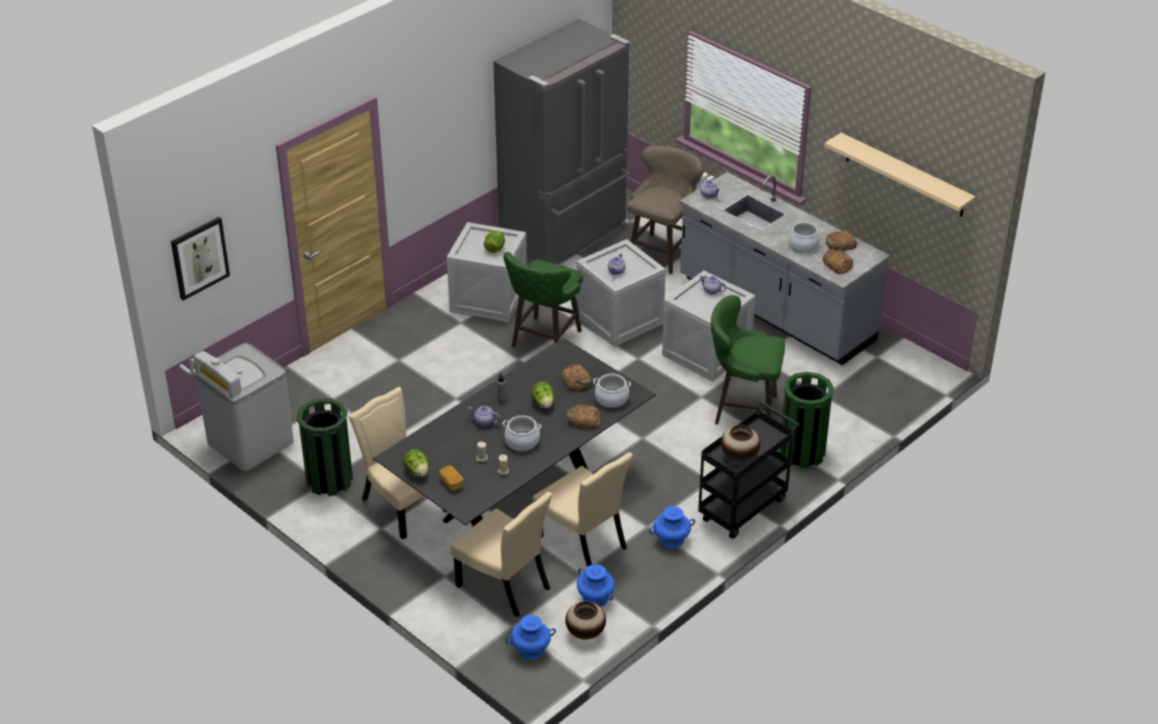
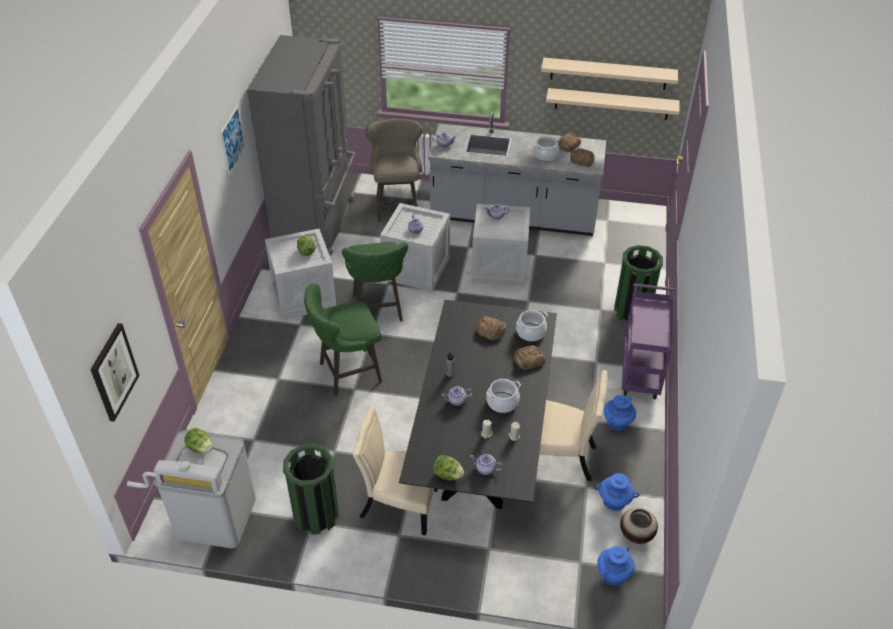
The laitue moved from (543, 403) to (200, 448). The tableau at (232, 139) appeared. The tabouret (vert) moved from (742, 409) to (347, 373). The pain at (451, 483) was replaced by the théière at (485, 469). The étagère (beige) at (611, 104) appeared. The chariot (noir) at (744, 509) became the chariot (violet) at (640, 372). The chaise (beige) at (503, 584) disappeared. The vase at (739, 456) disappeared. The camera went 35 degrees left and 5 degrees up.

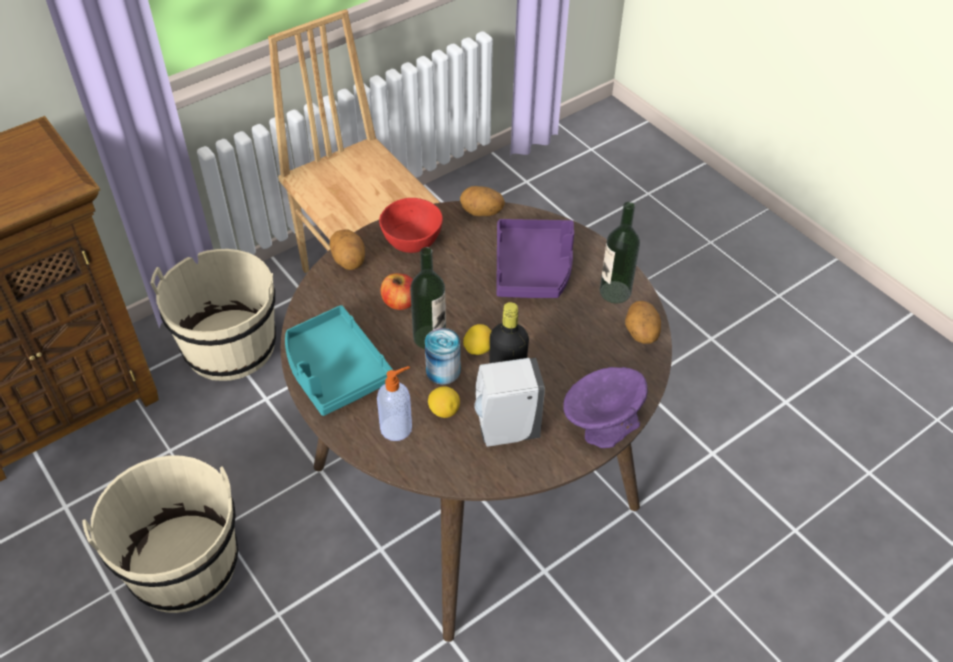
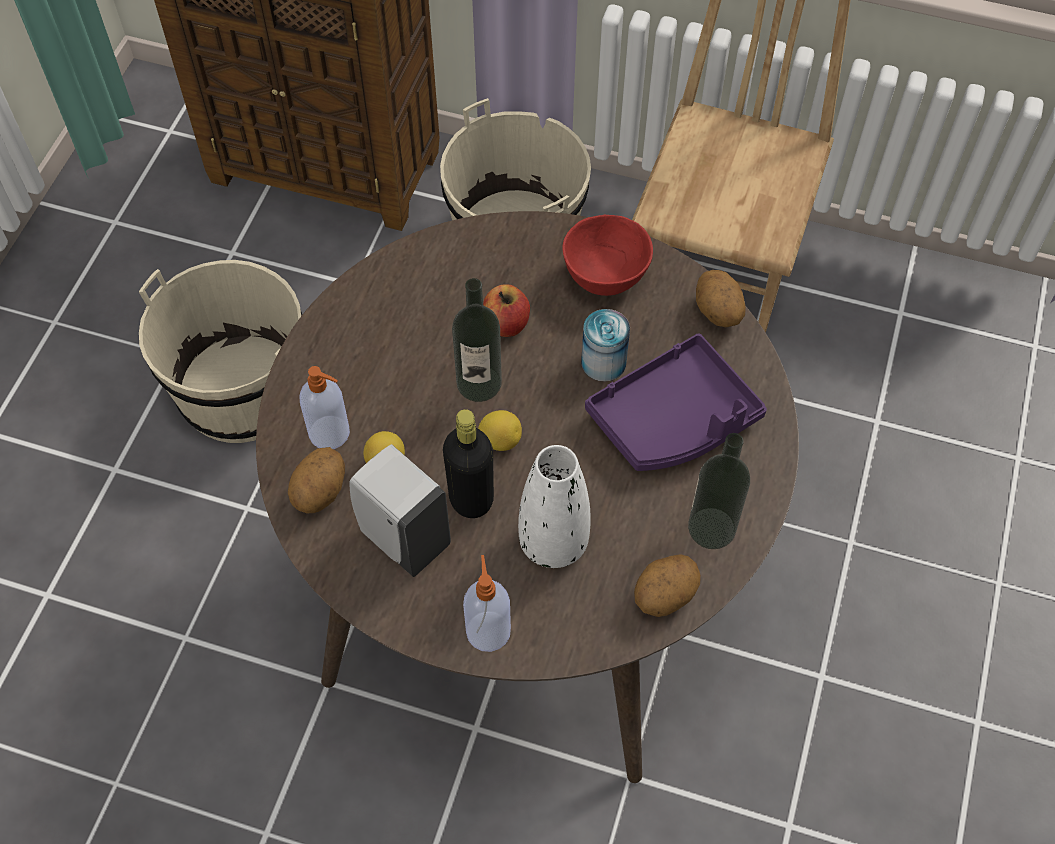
The pomme de terre moved from (349, 261) to (321, 492). The bol (violet) at (601, 423) was replaced by the distributeur de savon at (488, 629). The vase (blanc) at (553, 542) appeared. The boîte métallique moved from (443, 371) to (603, 362). The plateau (turquoise) at (334, 370) disappeared. The camera went 55 degrees right and 10 degrees up.

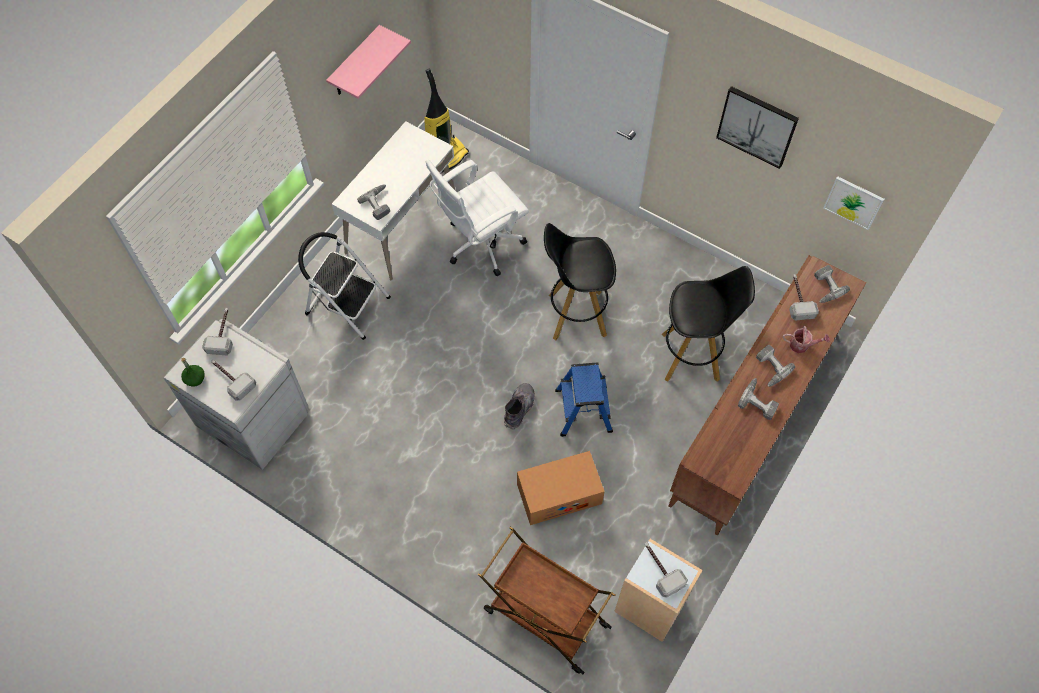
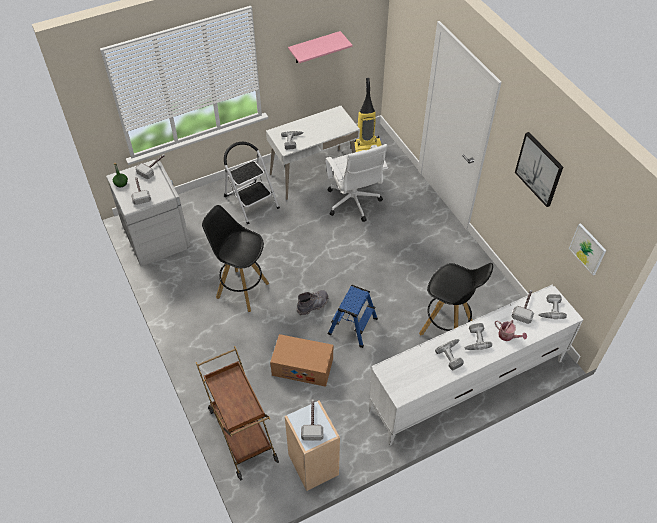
The tabouret (noir) moved from (575, 314) to (242, 289). The chaise de bureau (blanc) at (481, 245) turned 105 degrees counterclockwise. The meuble de rangement (marron) at (755, 417) became the meuble de rangement (blanc) at (466, 386). The camera went 30 degrees right and 10 degrees down.

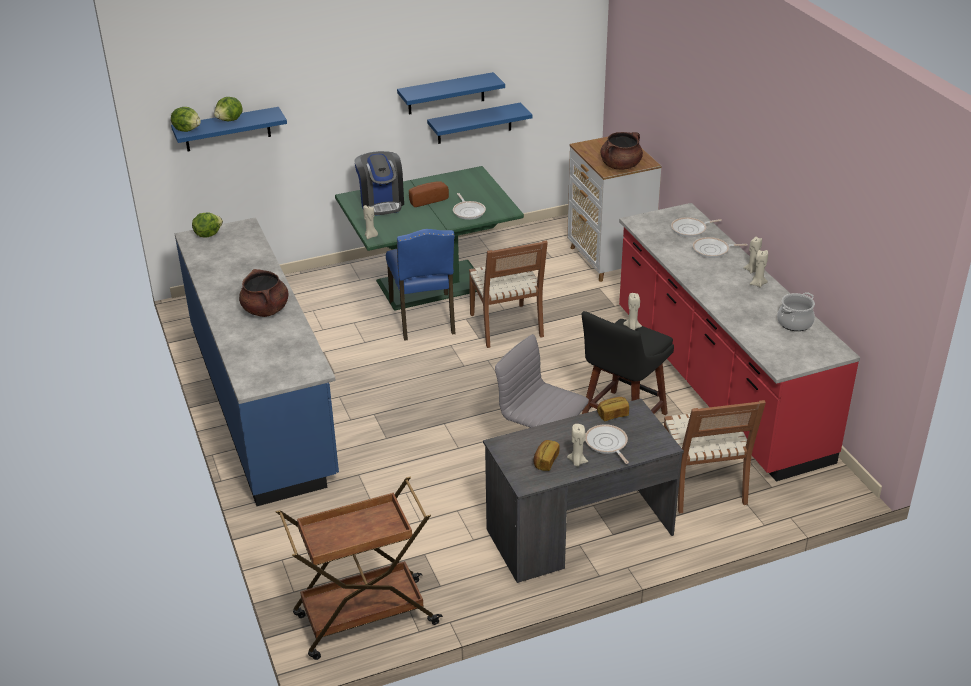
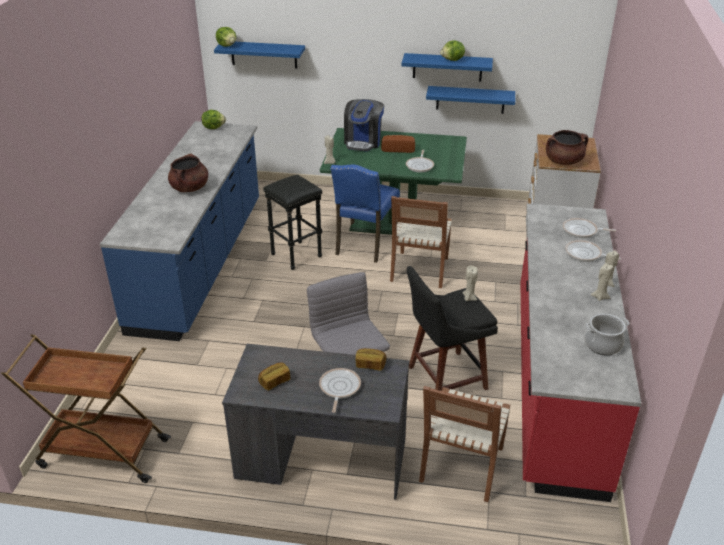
The tabouret (noir) at (296, 254) appeared. The laitue moved from (230, 120) to (452, 60). The bougie (beige) at (577, 462) disappeared. The camera went 30 degrees right and 0 degrees up.

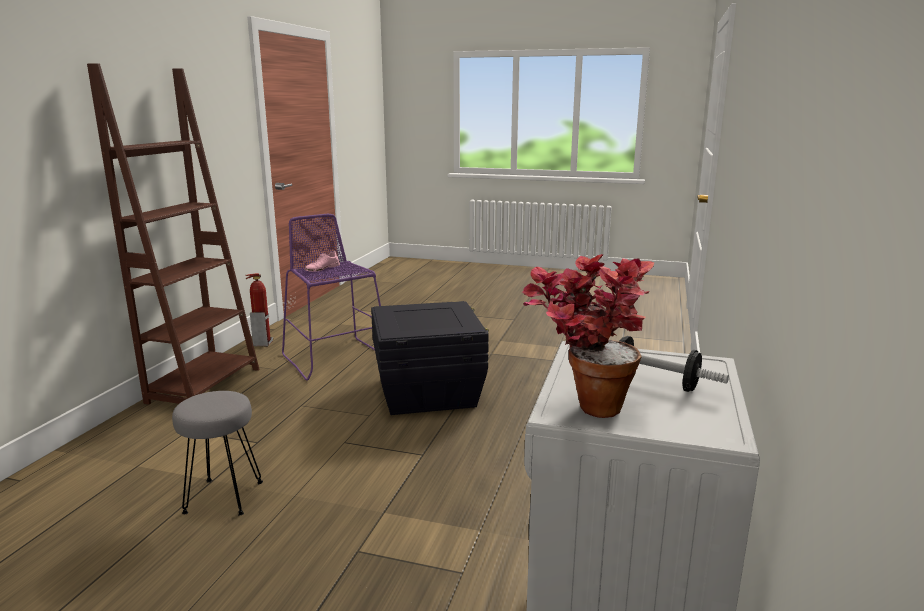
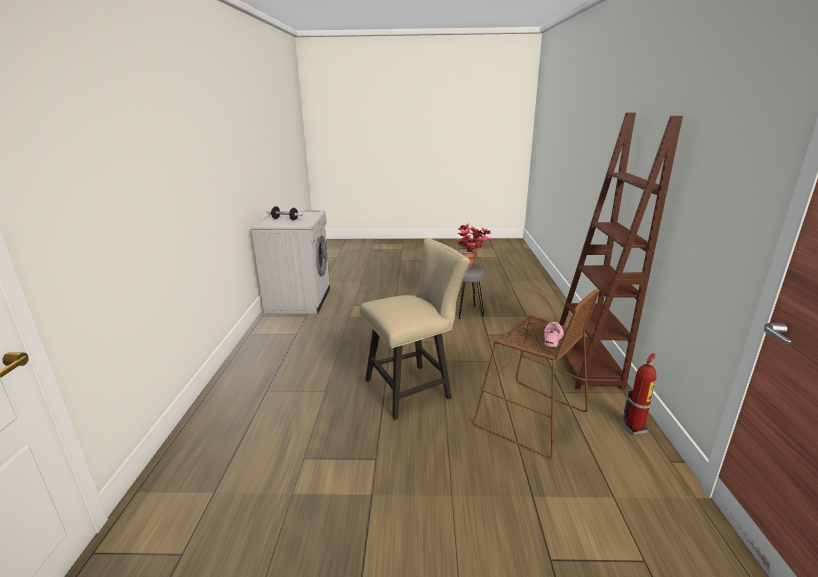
The boîte de rangement (noir) at (428, 392) was replaced by the chaise (beige) at (413, 388). The plante en pot moved from (583, 405) to (471, 268). The tabouret (violet) at (336, 358) became the tabouret (marron) at (529, 417). The camera went 165 degrees right and 5 degrees up.

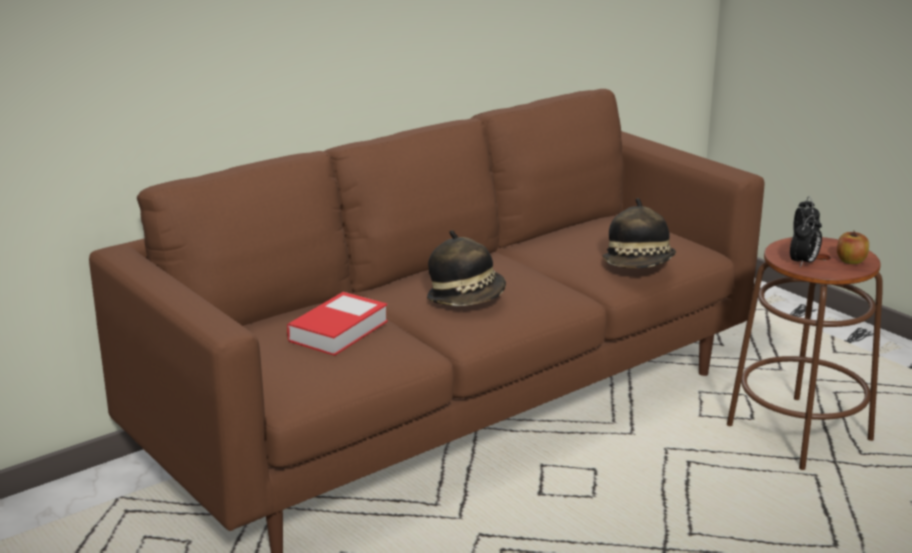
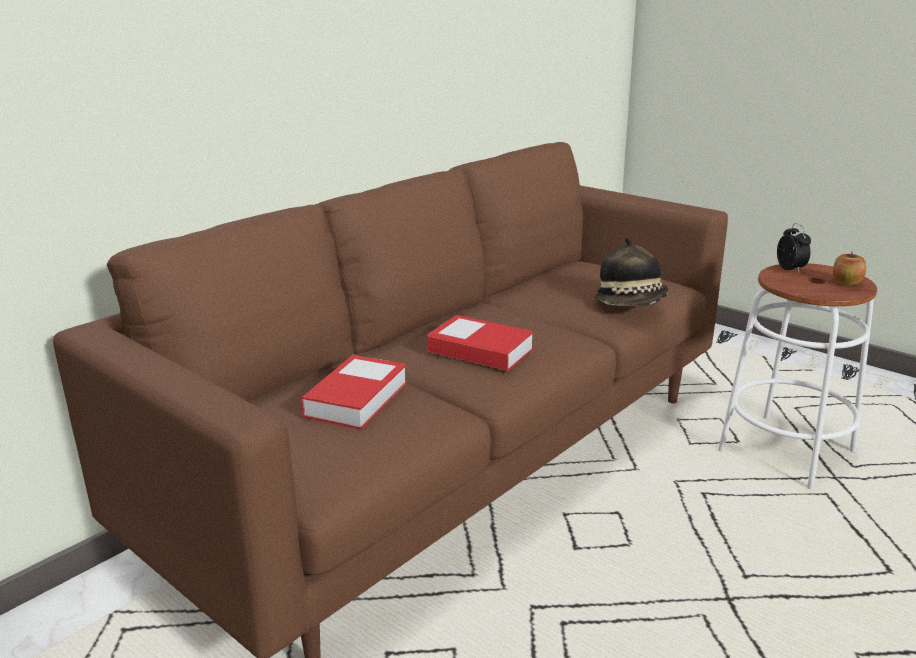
The chapeau at (466, 299) was replaced by the livre at (480, 351). The tabouret (marron) at (799, 433) became the tabouret (blanc) at (786, 451). The réveil at (804, 263) disappeared. The camera went 10 degrees left and 0 degrees up.

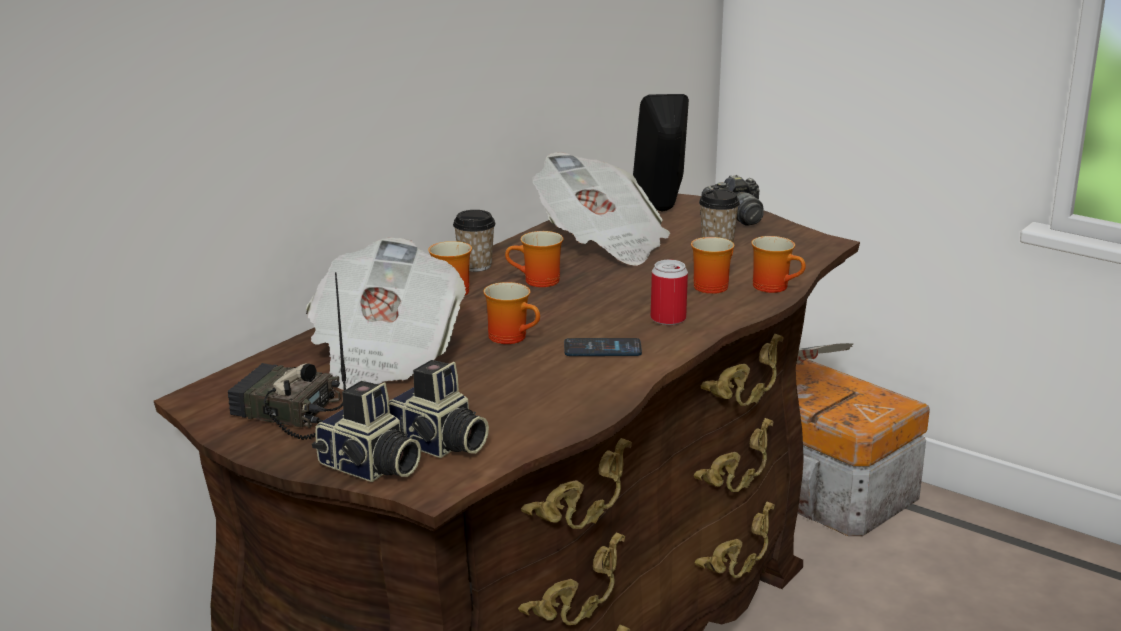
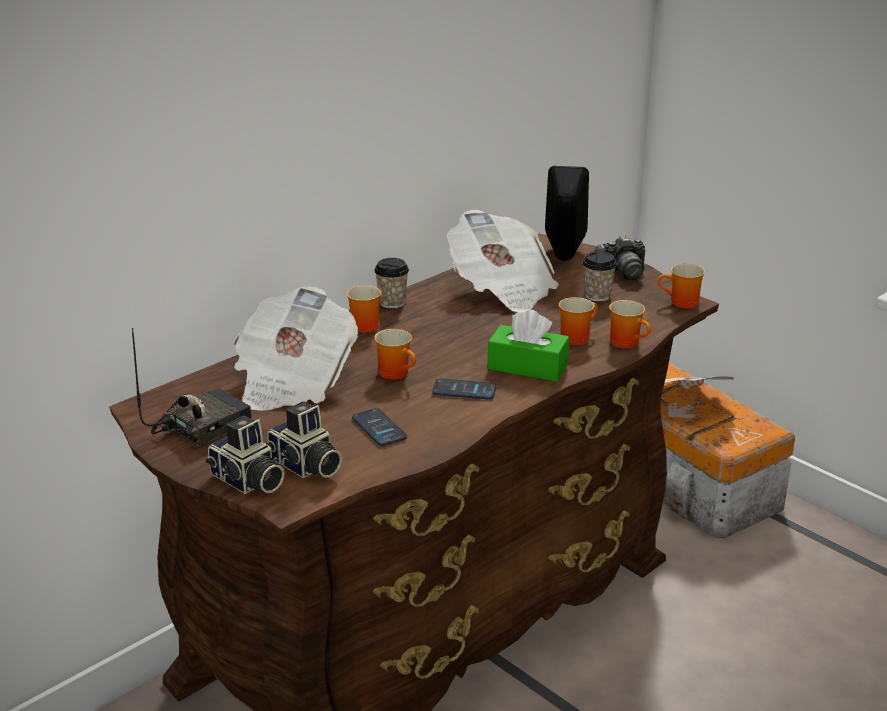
The radio at (285, 413) turned 105 degrees clockwise. The téléphone at (379, 428) appeared. The boîte métallique at (668, 319) was replaced by the boîte à mouchoirs (vert) at (527, 366). The mug moved from (538, 282) to (681, 303). The camera went 10 degrees right and 5 degrees up.

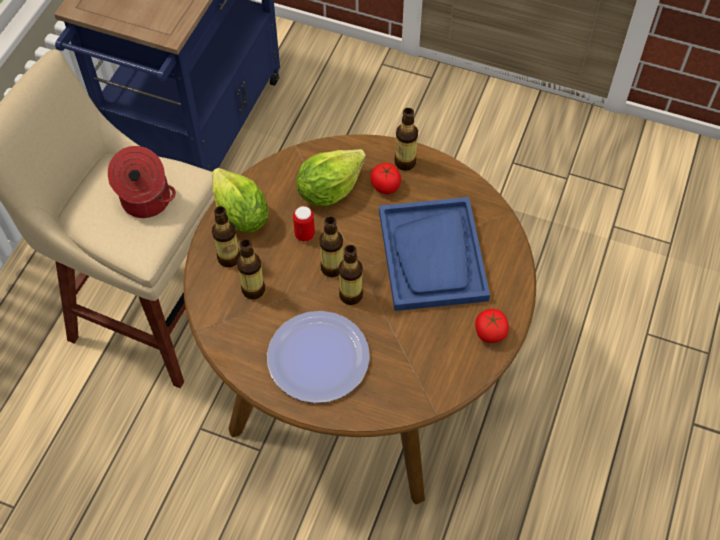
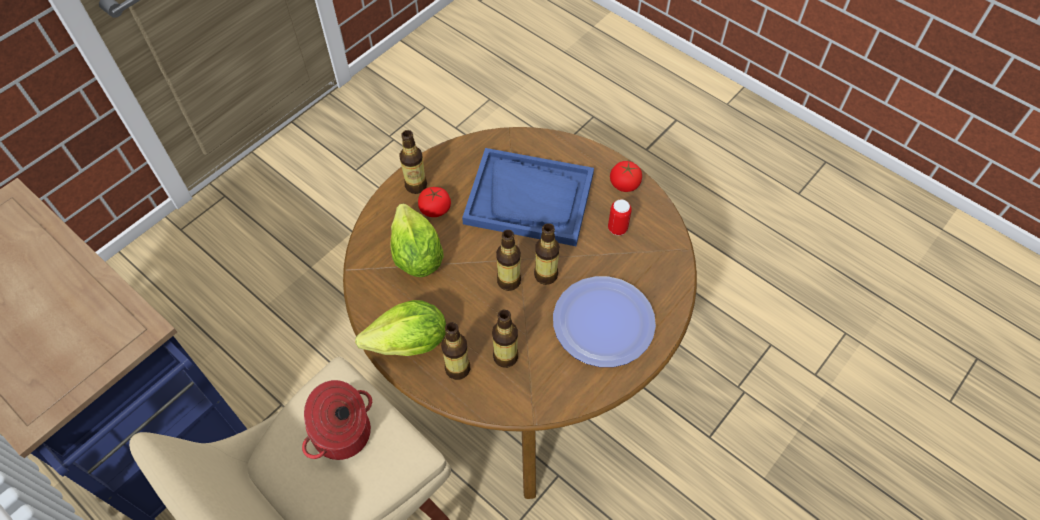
The boîte métallique moved from (304, 235) to (617, 228). The camera went 70 degrees left and 0 degrees up.

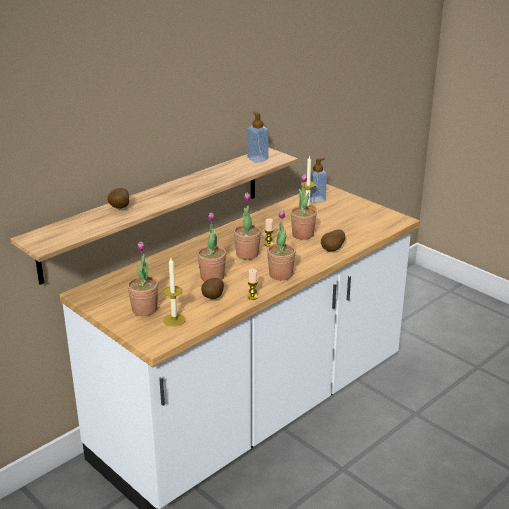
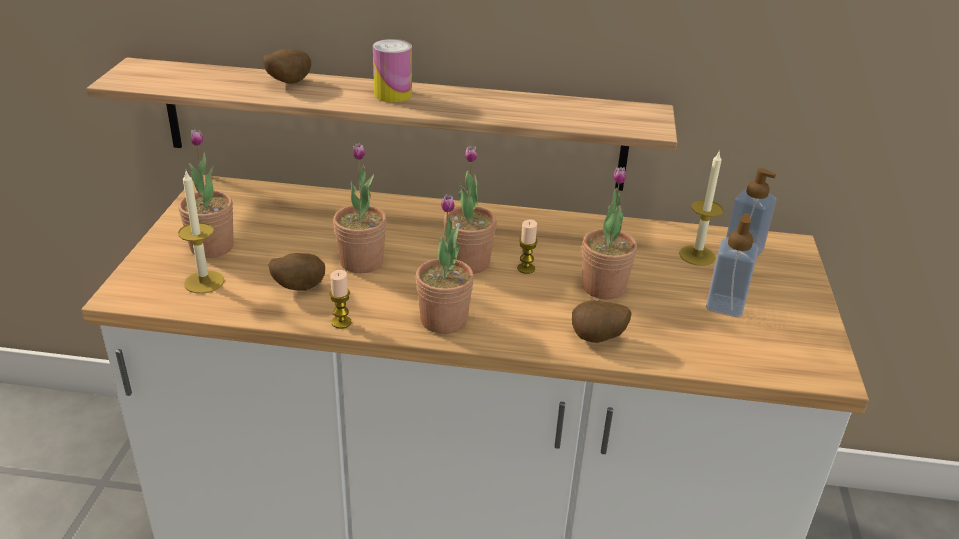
The boîte métallique at (393, 94) appeared. The distributeur de savon moved from (257, 159) to (725, 306). The camera went 50 degrees right and 5 degrees up.

